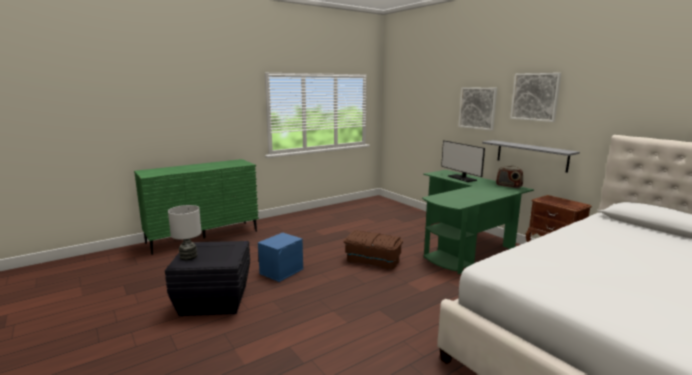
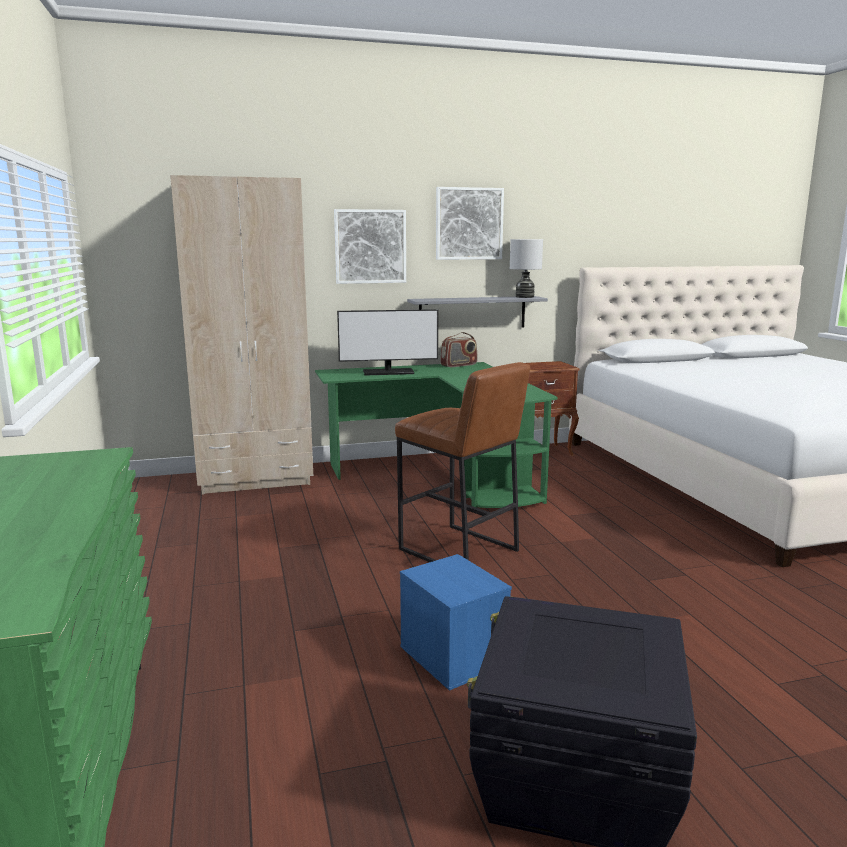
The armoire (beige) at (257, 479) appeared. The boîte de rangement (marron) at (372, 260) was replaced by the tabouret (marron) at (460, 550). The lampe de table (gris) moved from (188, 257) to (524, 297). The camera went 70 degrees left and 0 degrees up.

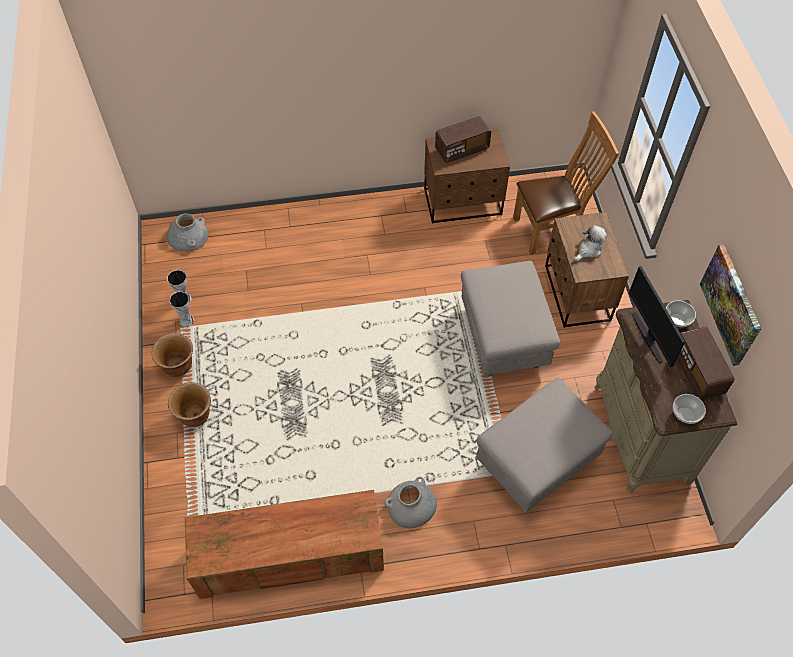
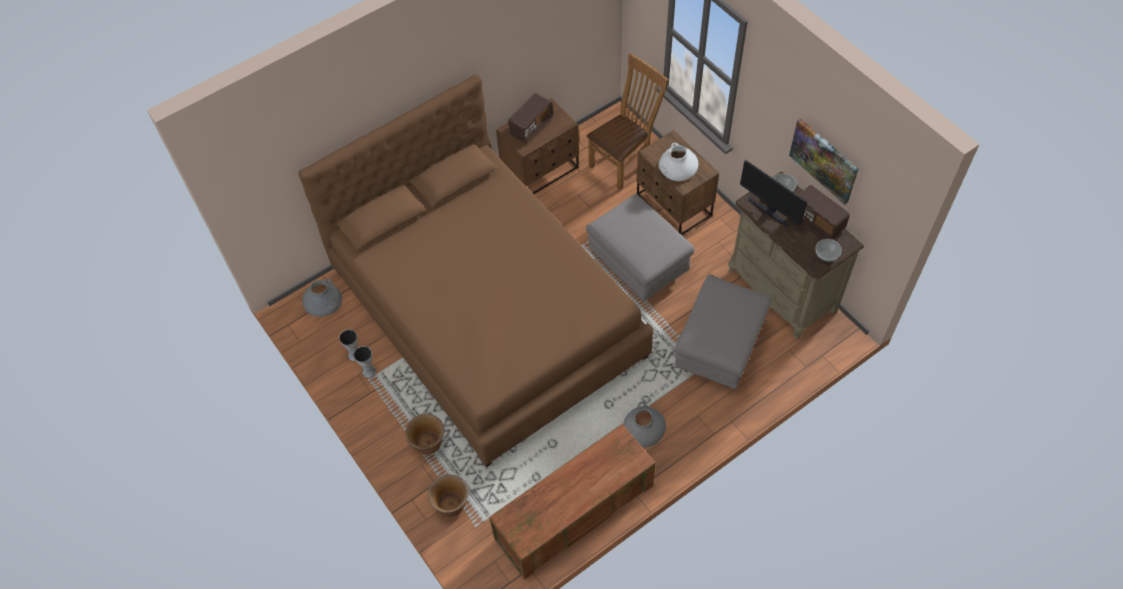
The lit (marron) at (487, 312) appeared. The cache-pot (marron) moved from (178, 366) to (451, 505). The peluche at (588, 250) was replaced by the vase (blanc) at (678, 165). The camera went 25 degrees left and 0 degrees up.

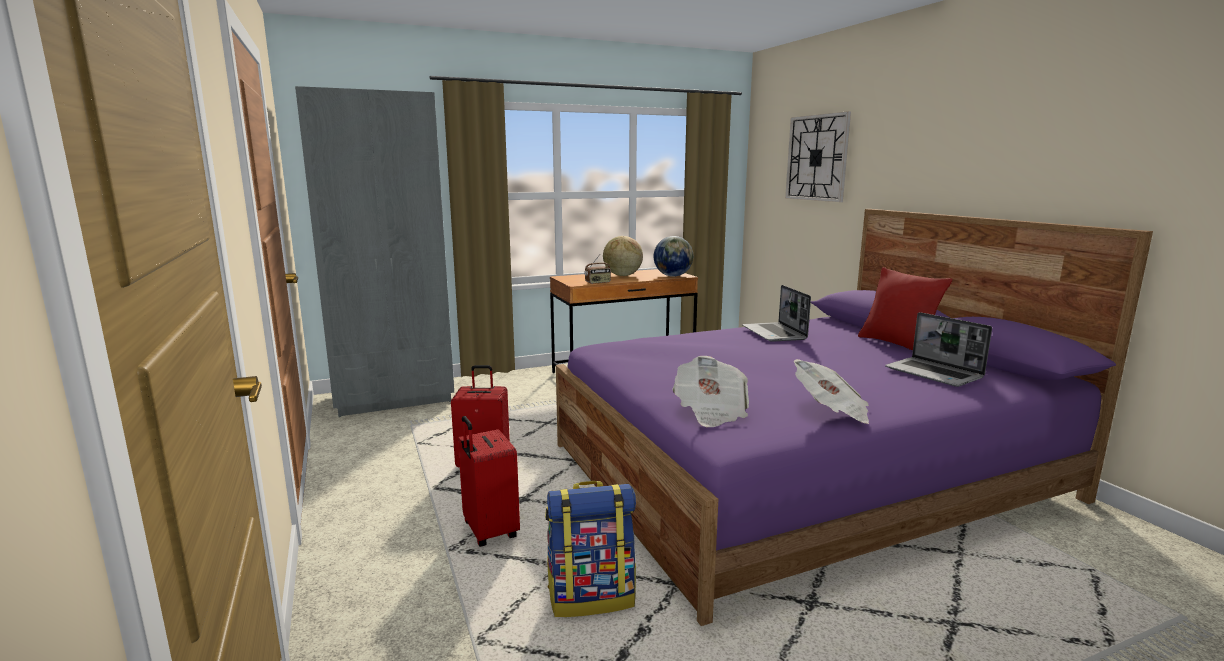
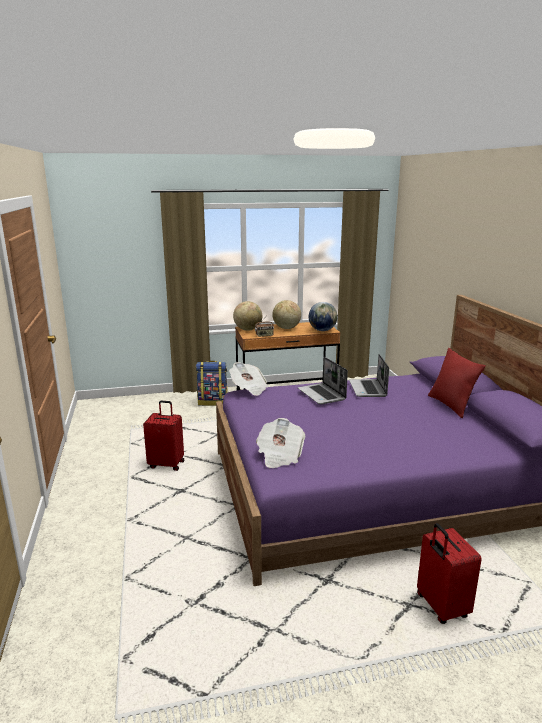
The sac à dos moved from (592, 597) to (213, 402). The journal moved from (831, 411) to (249, 388). The globe at (248, 329) appeared. The ordinateur portable moved from (935, 373) to (322, 395). The valise (rouge) moved from (489, 531) to (440, 607). The armoire (gris) at (395, 398) disappeared. The horloge murale at (817, 158) disappeared. The camera went 10 degrees right and 5 degrees up.

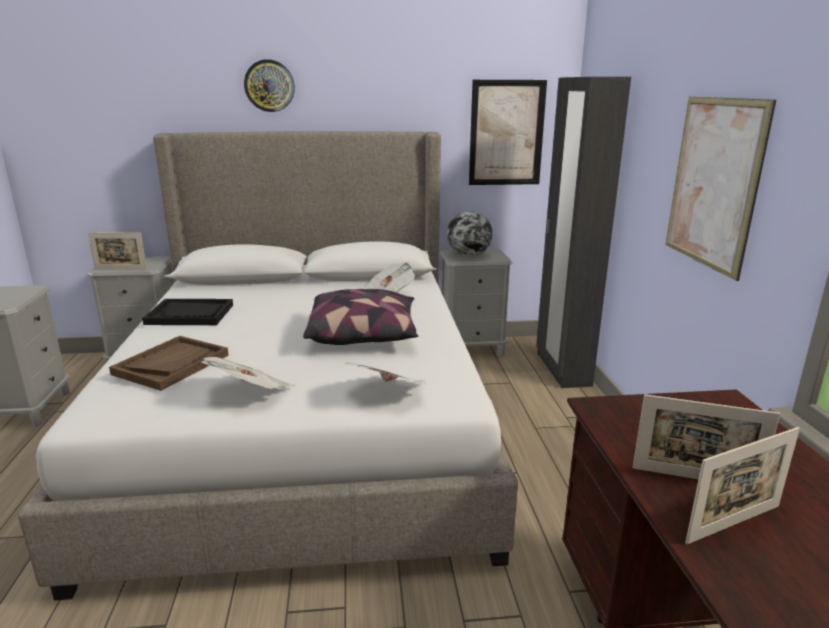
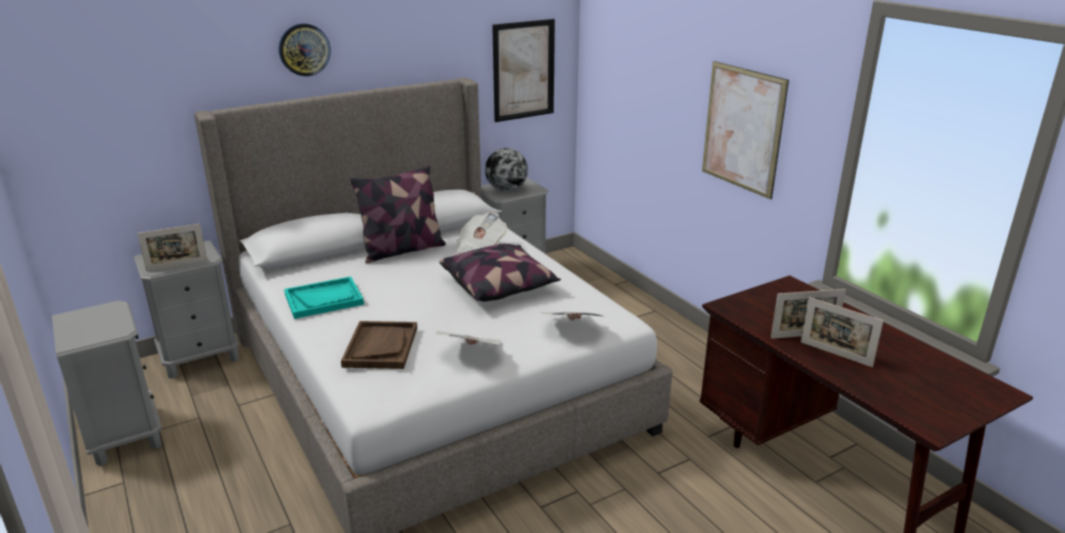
The plateau (noir) at (190, 314) became the plateau (turquoise) at (324, 299). The coussin at (402, 250) appeared. The cadre photo at (733, 524) turned 90 degrees clockwise. The armoire (noir) at (562, 369) disappeared. The camera went 25 degrees left and 5 degrees up.

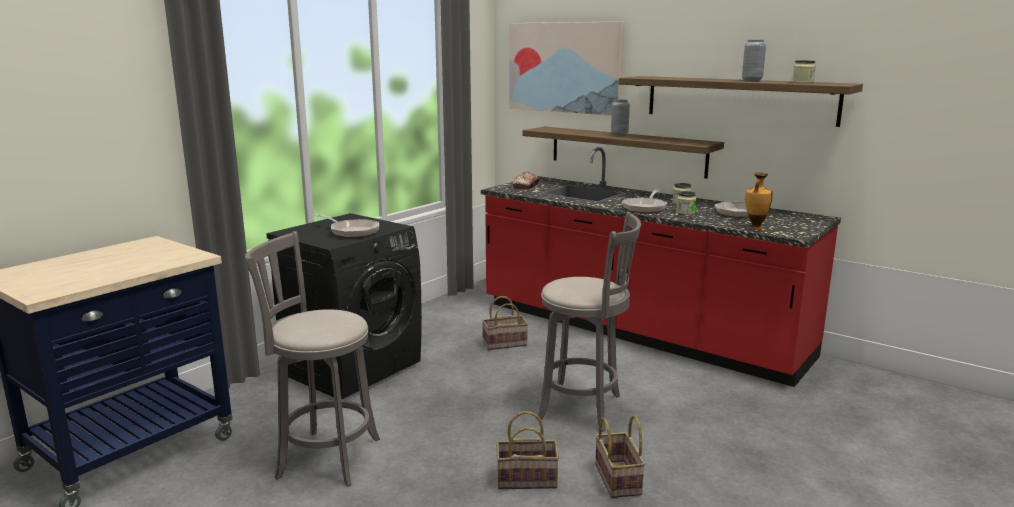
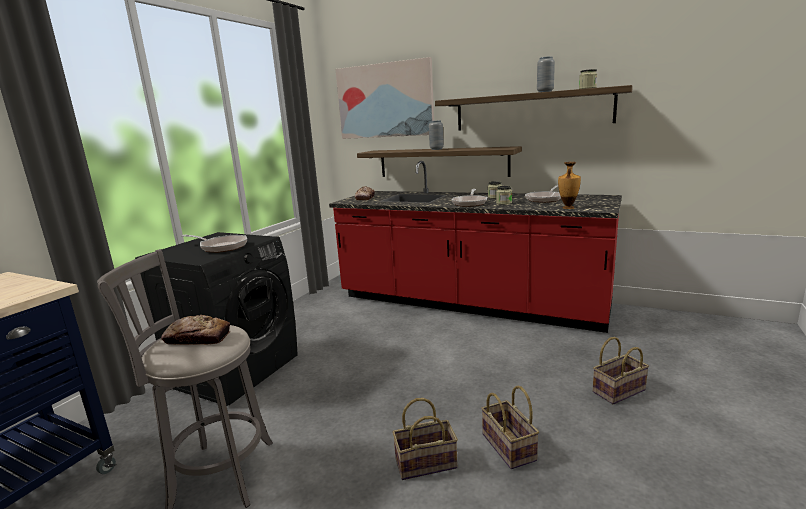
The pain at (197, 338) appeared. The panier moved from (505, 343) to (618, 390). The tabouret (gris) at (585, 408) disappeared. The camera went 10 degrees left and 0 degrees up.

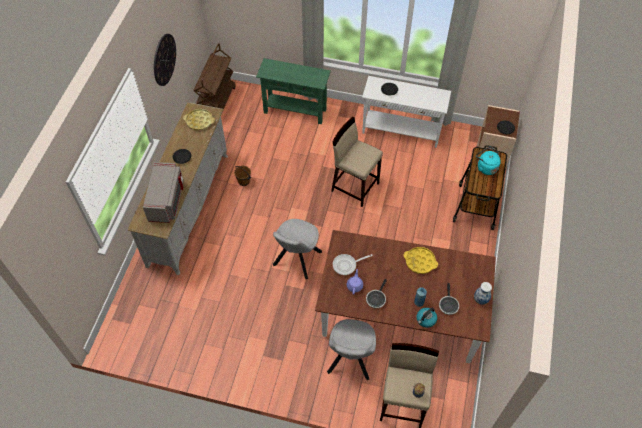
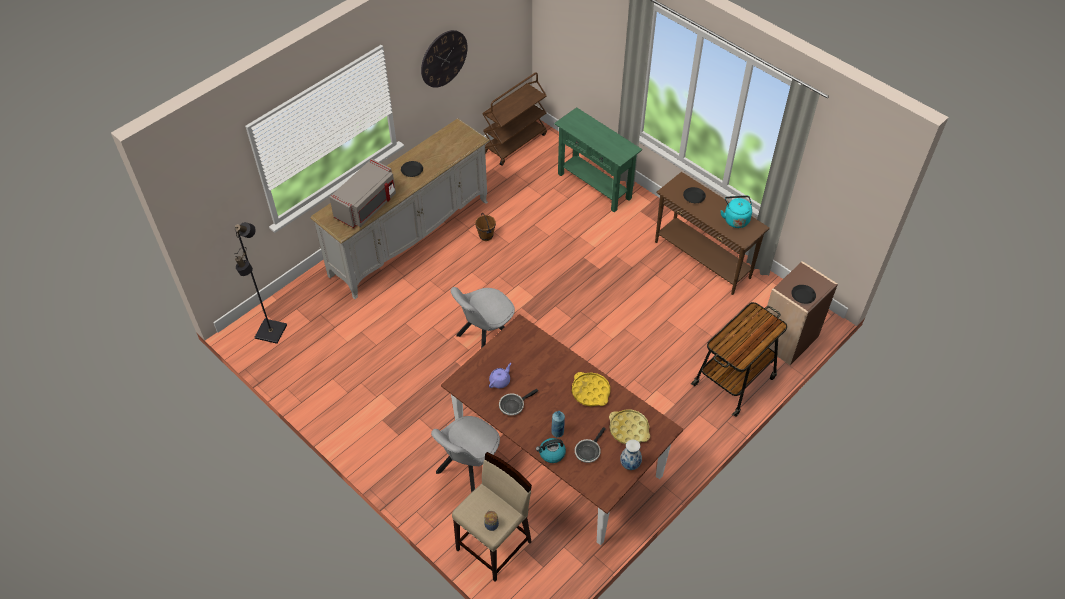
The lampadaire (noir) at (271, 331) appeared. The plateau (jaune) moved from (199, 121) to (629, 429). The table console (blanc) at (401, 131) became the table console (marron) at (703, 259). The bouilloire (turquoise) moved from (485, 167) to (735, 219). The tabouret (beige) at (355, 186) disappeared. The poêle at (346, 265) disappeared. The camera went 30 degrees right and 5 degrees down.

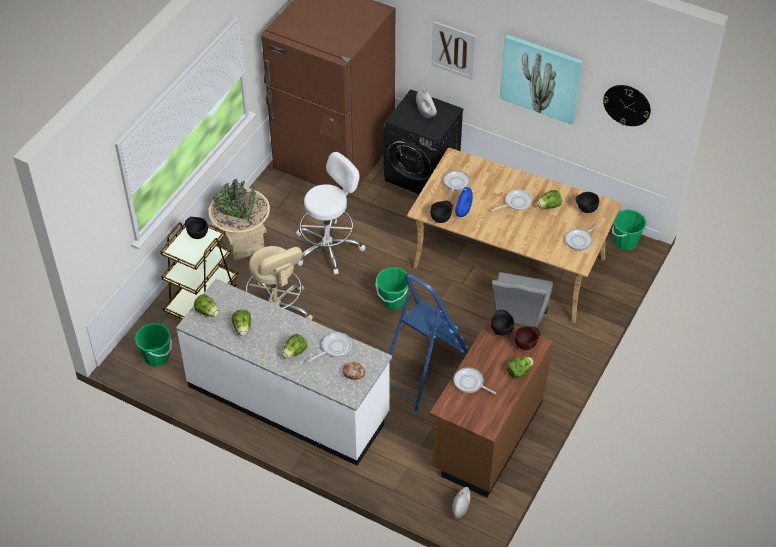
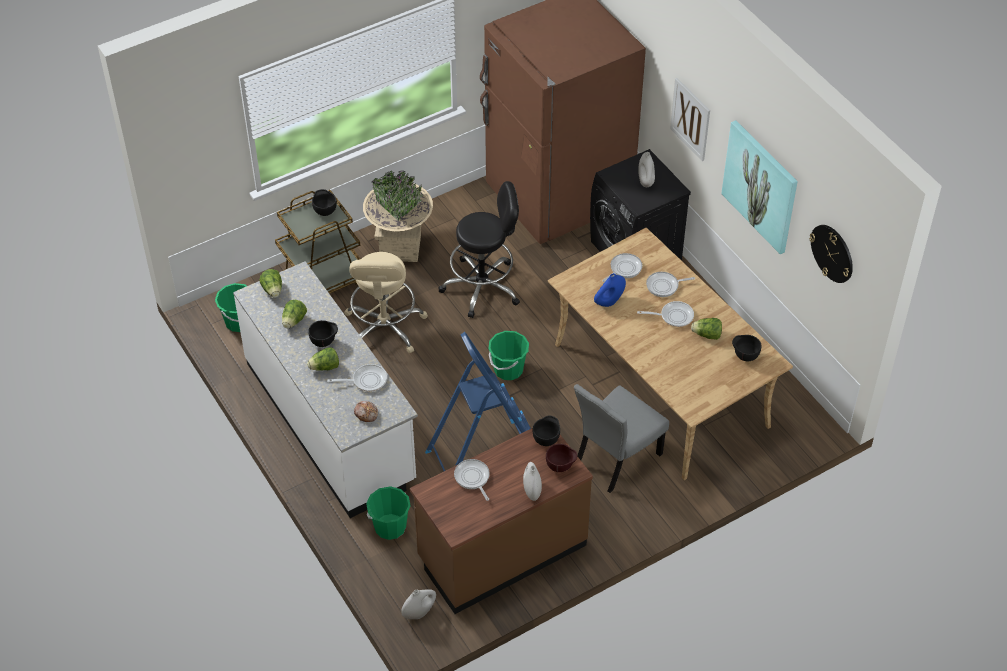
The bol (noir) moved from (441, 219) to (324, 342). The seau (vert) moved from (625, 242) to (390, 527). The tabouret (blanc) at (328, 247) became the tabouret (noir) at (483, 286). The laitue at (519, 372) was replaced by the vase (blanc) at (532, 491). The poêle moved from (580, 240) to (664, 286). The camera went 30 degrees right and 0 degrees up.

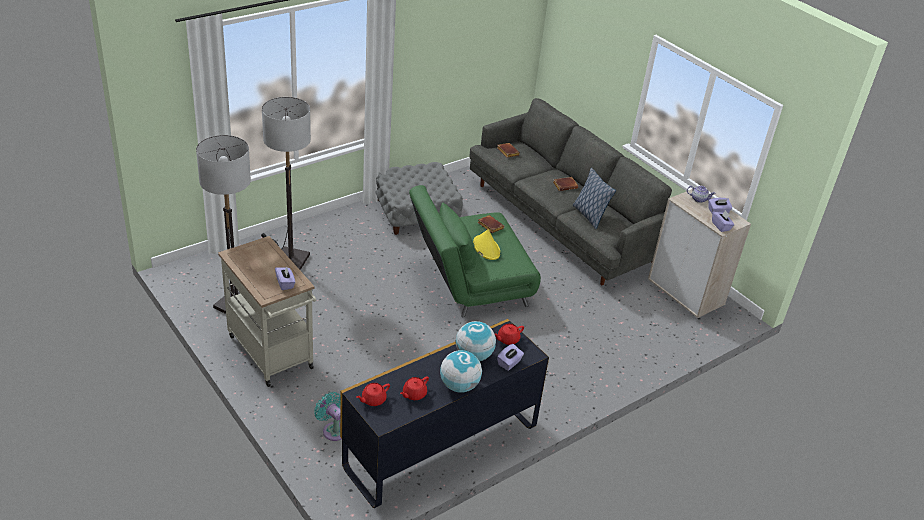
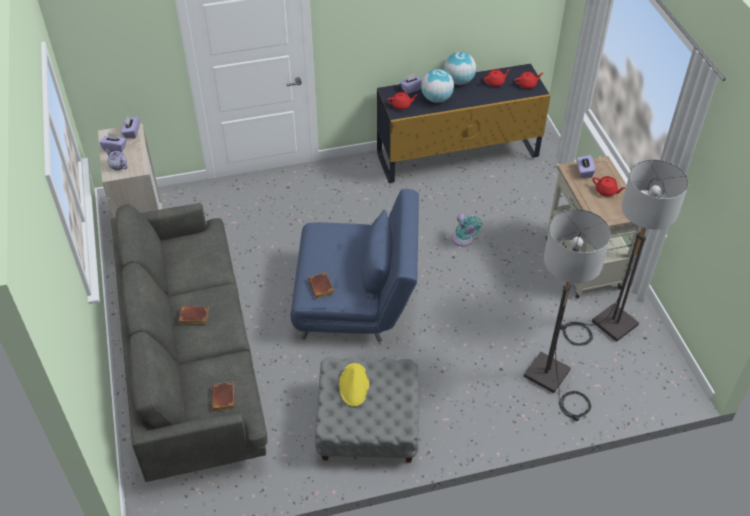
The fauteuil (vert) at (469, 283) became the fauteuil (bleu) at (356, 299). The chapeau (jaune) moved from (486, 248) to (354, 385). The ventilateur (turquoise) moved from (333, 430) to (463, 240). The théière (rouge) at (606, 191) appeared. The coussin at (589, 215) disappeared. The camera went 155 degrees left and 10 degrees up.

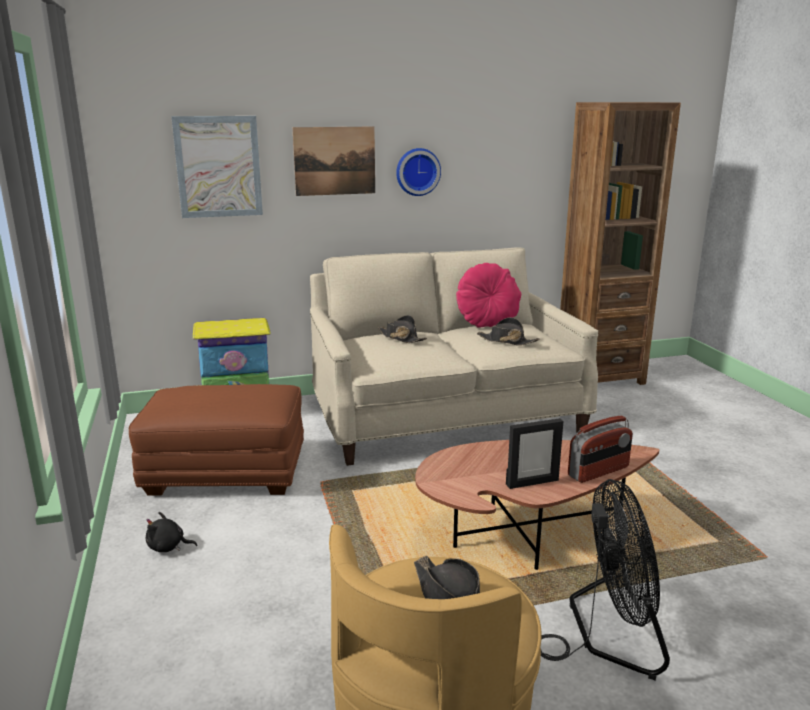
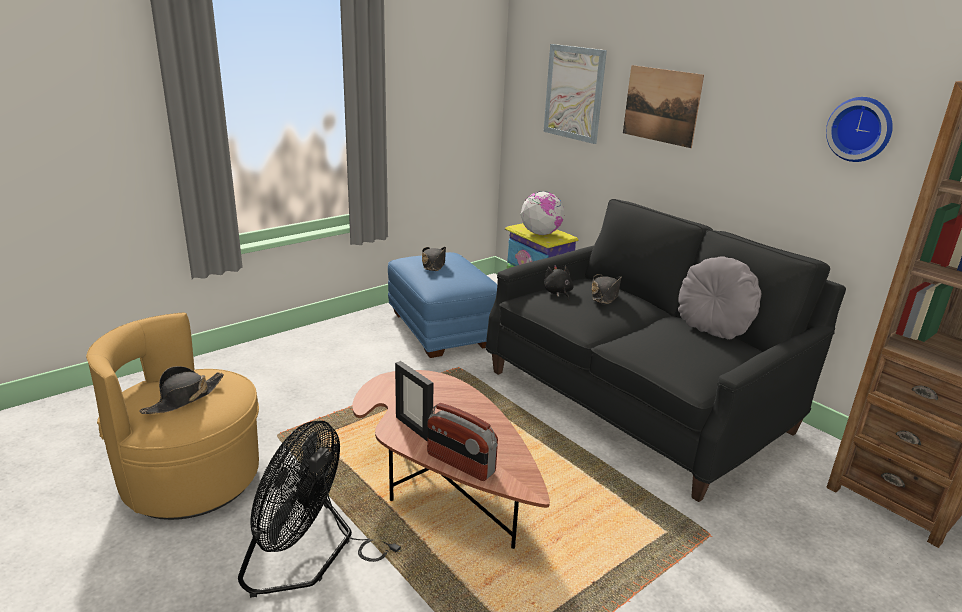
The ventilateur (noir) at (601, 629) turned 135 degrees clockwise. The pouf (marron) at (226, 473) became the pouf (bleu) at (442, 329). The chapeau (noir) moved from (507, 341) to (433, 264). The canapé (beige) at (444, 415) became the canapé (noir) at (639, 399). The globe at (540, 233) appeared. The peluche (noir) moved from (168, 547) to (558, 293). The coussin (rose) at (487, 324) became the coussin (gris) at (712, 330). The horloge murale moved from (417, 171) to (860, 129). The camera went 65 degrees right and 5 degrees up.

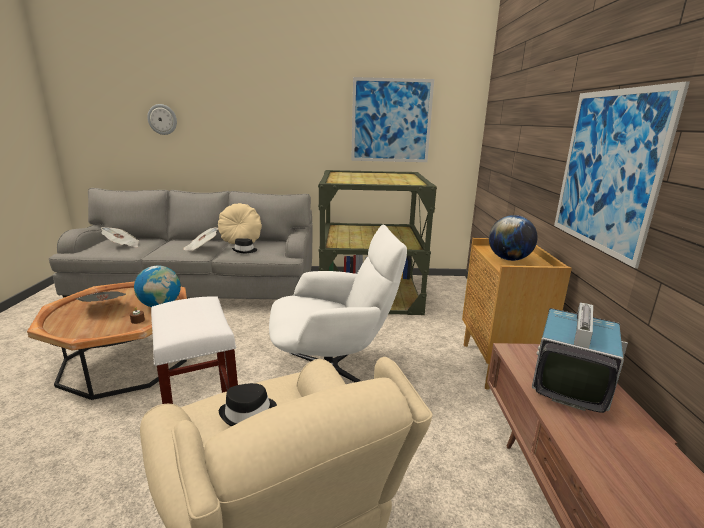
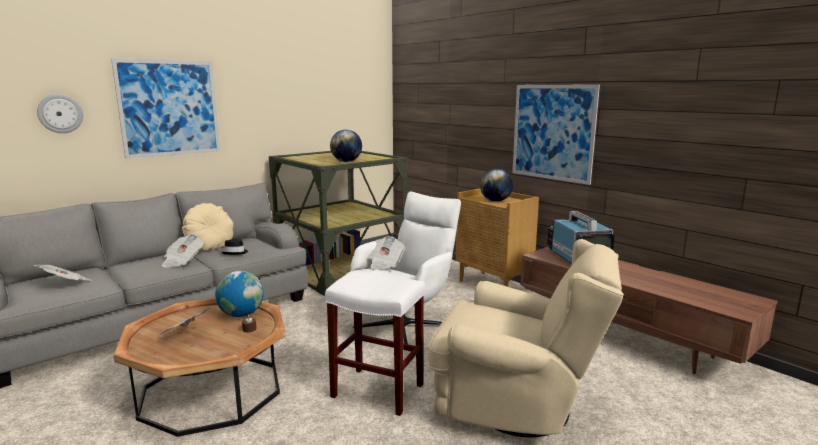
The tableau moved from (391, 121) to (169, 108). The globe at (346, 161) appeared. The journal at (384, 263) appeared. The chapeau (noir) at (249, 414) disappeared. The camera went 40 degrees left and 5 degrees down.

